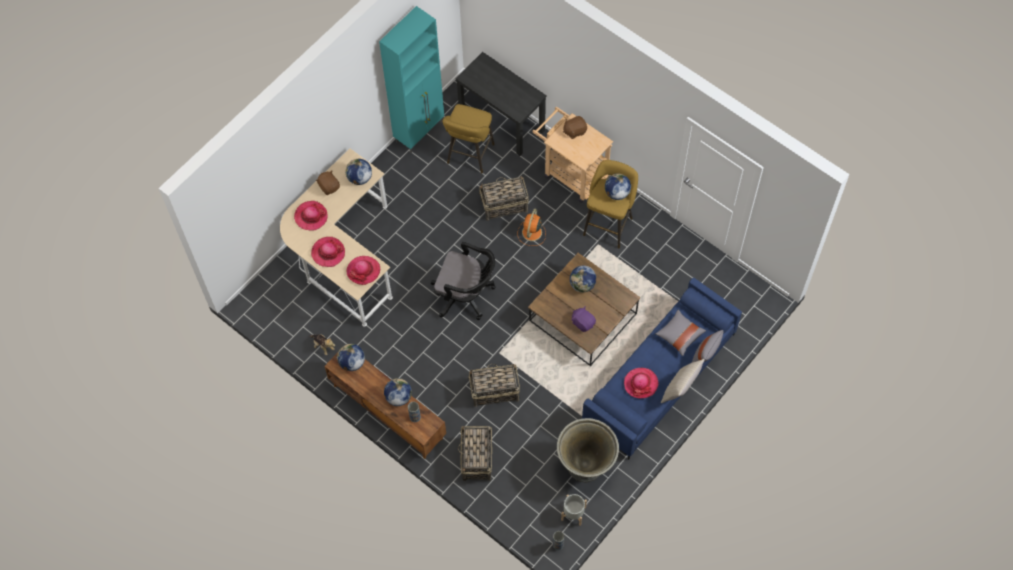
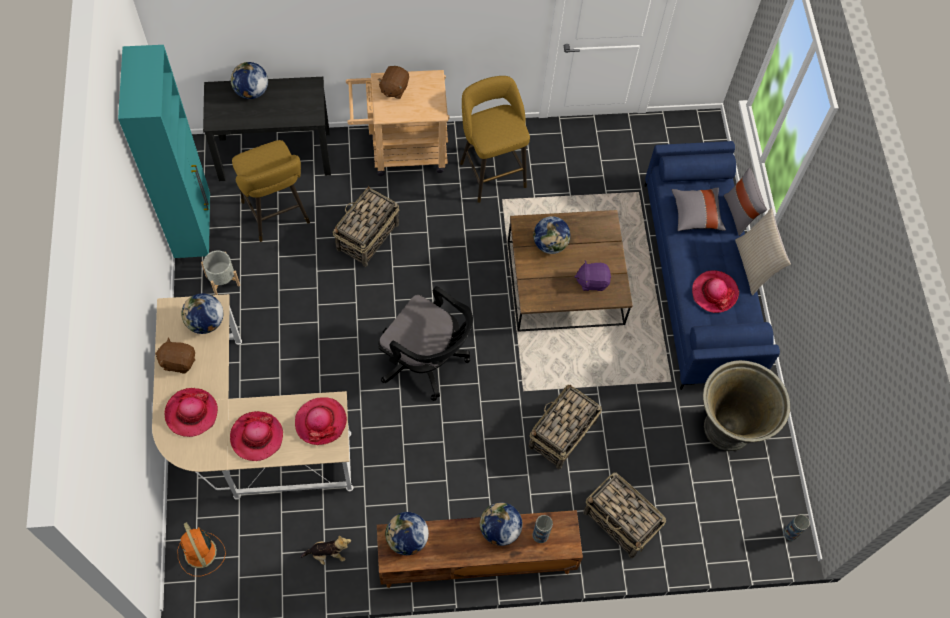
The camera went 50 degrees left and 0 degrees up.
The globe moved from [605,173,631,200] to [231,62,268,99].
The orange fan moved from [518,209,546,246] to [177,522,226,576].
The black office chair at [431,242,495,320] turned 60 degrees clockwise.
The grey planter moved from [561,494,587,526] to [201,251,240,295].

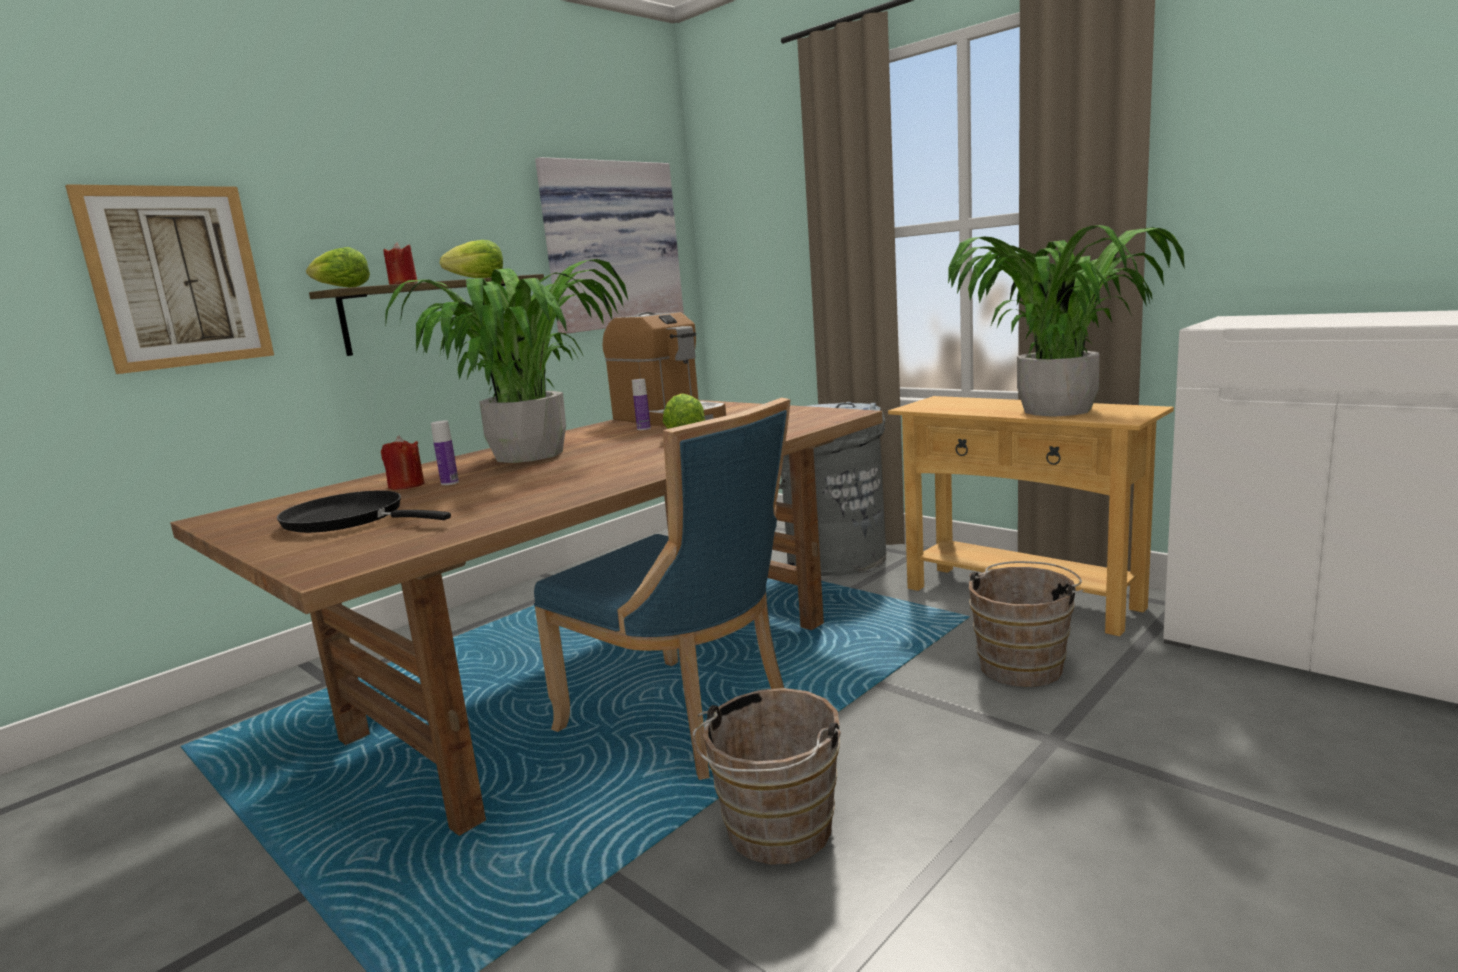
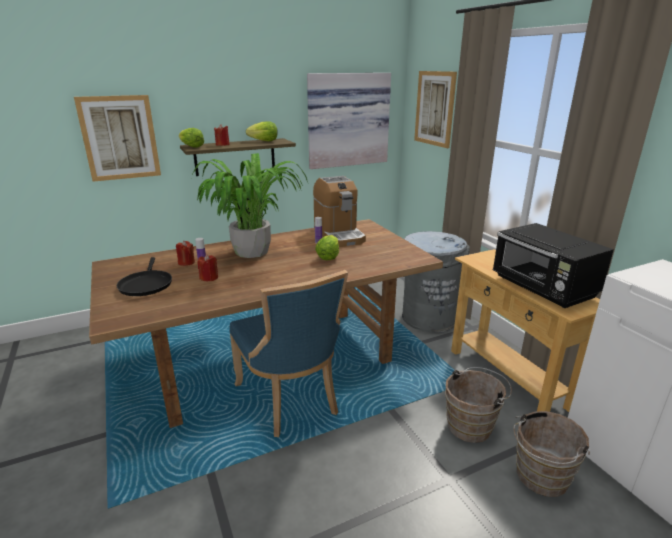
The camera went 20 degrees right and 10 degrees up.
The potted plant at [948,225,1185,417] was replaced by the black microwave at [493,223,614,308].
The black frying pan at [277,490,451,533] turned 150 degrees counterclockwise.
The brown bucket moved from [693,688,841,865] to [513,411,590,497].
The picture at [414,71,457,148] appeared.
The red candle at [198,254,218,281] appeared.

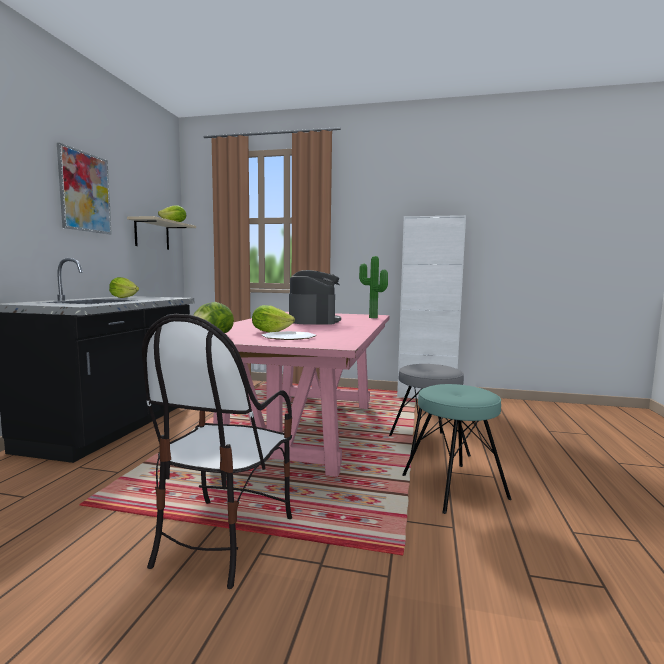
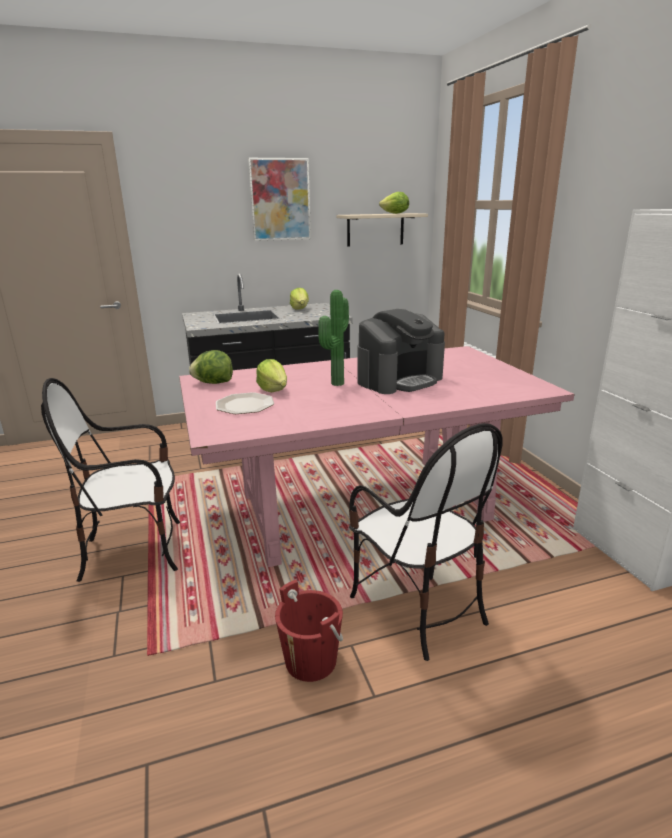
The camera went 60 degrees right and 15 degrees up.
The potted plant moved from [359,256,388,318] to [319,290,349,386].
The grey stool at [389,364,471,457] was replaced by the chair at [349,423,503,661].
The turquoise stool at [402,384,512,514] was replaced by the red bucket at [275,580,343,682].

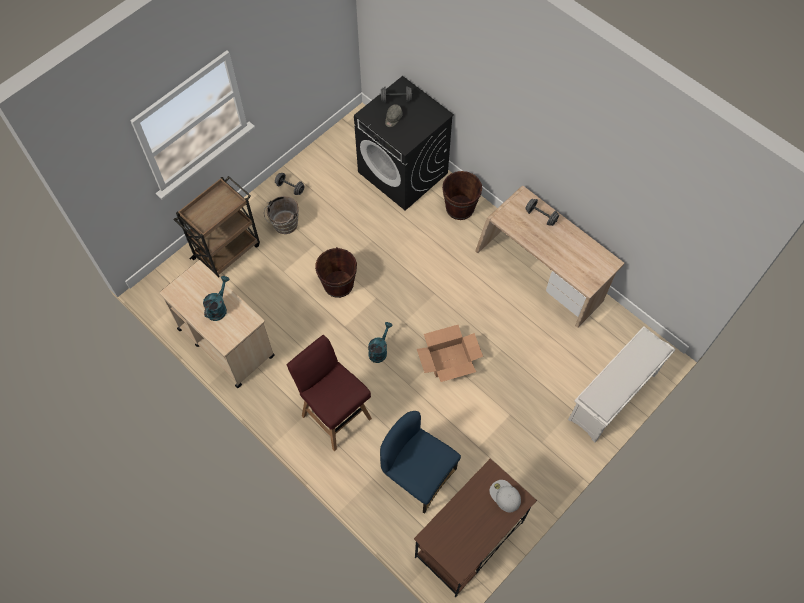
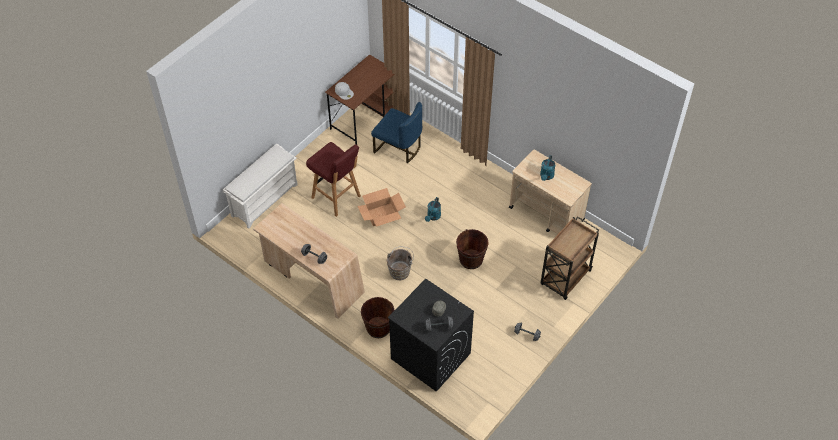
The camera went 175 degrees right and 10 degrees down.
The brown bucket moved from [264,196,299,234] to [387,246,414,280].
The red stool moved from [287,335,372,451] to [306,142,361,217].

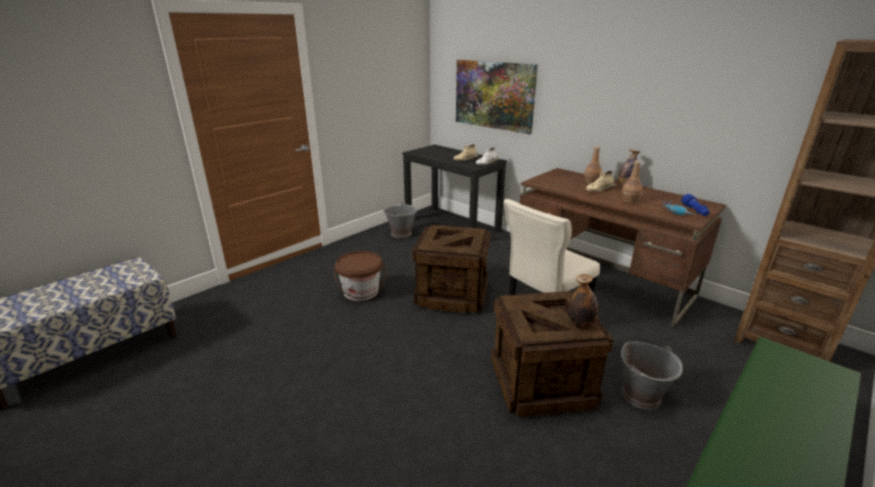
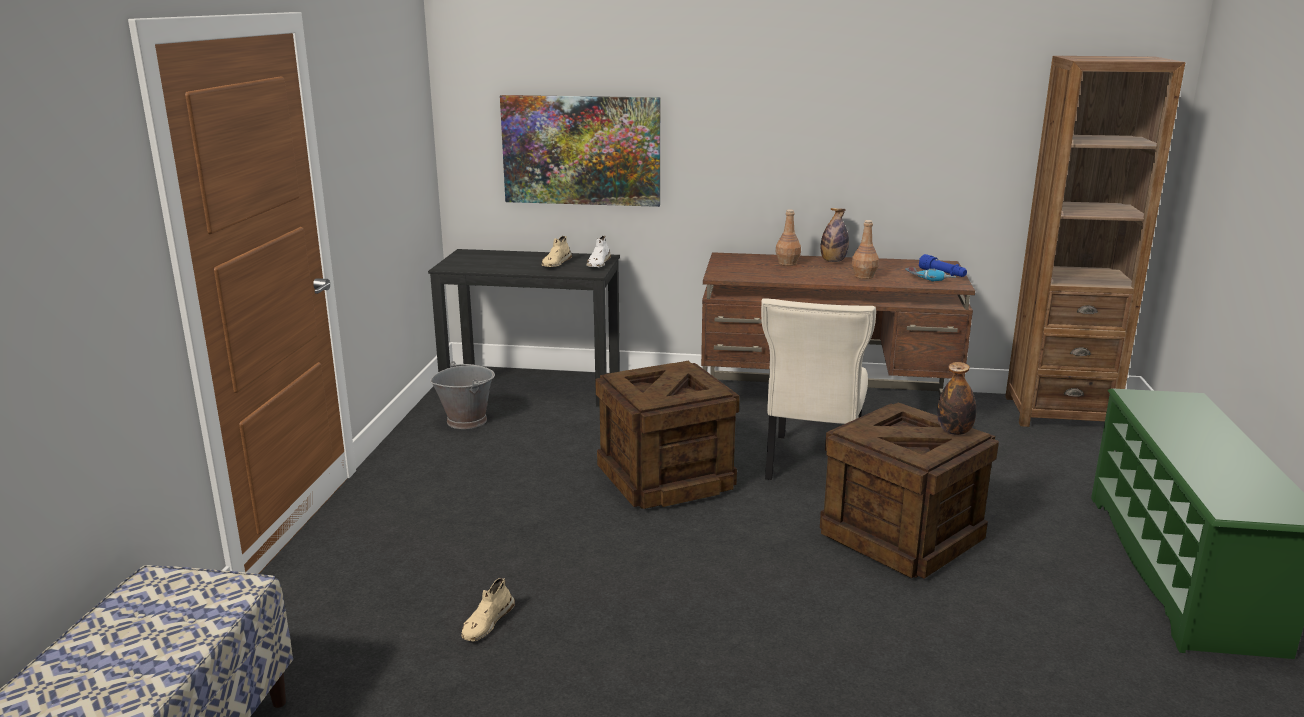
The camera went 35 degrees left and 5 degrees down.
The beige shoe moved from [586,171,615,192] to [461,578,515,642].
The brown bucket at [335,251,386,301] disappeared.
The grey bucket at [621,342,683,410] disappeared.

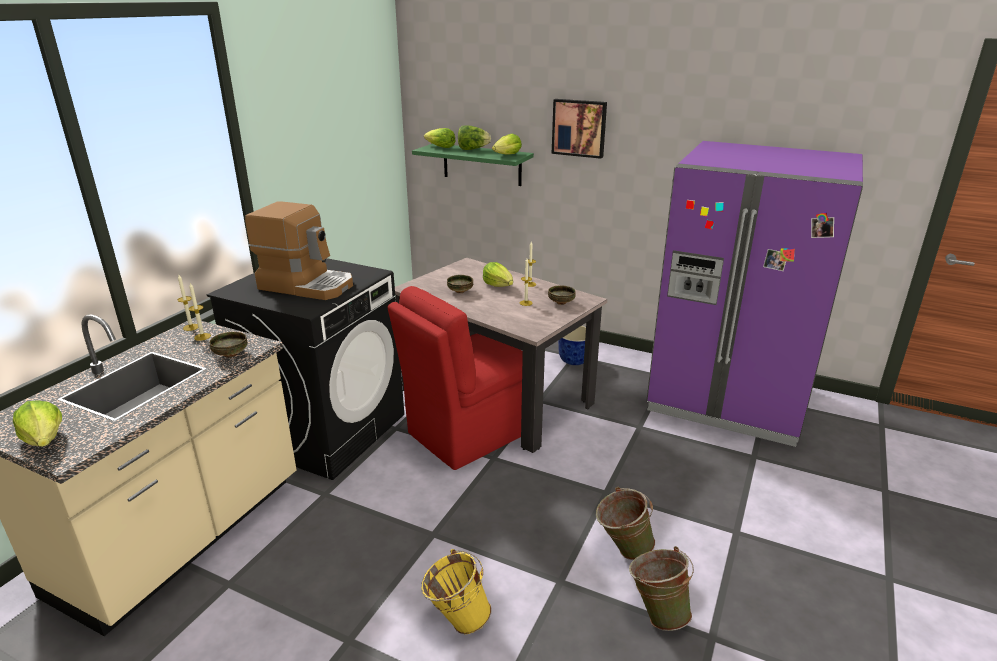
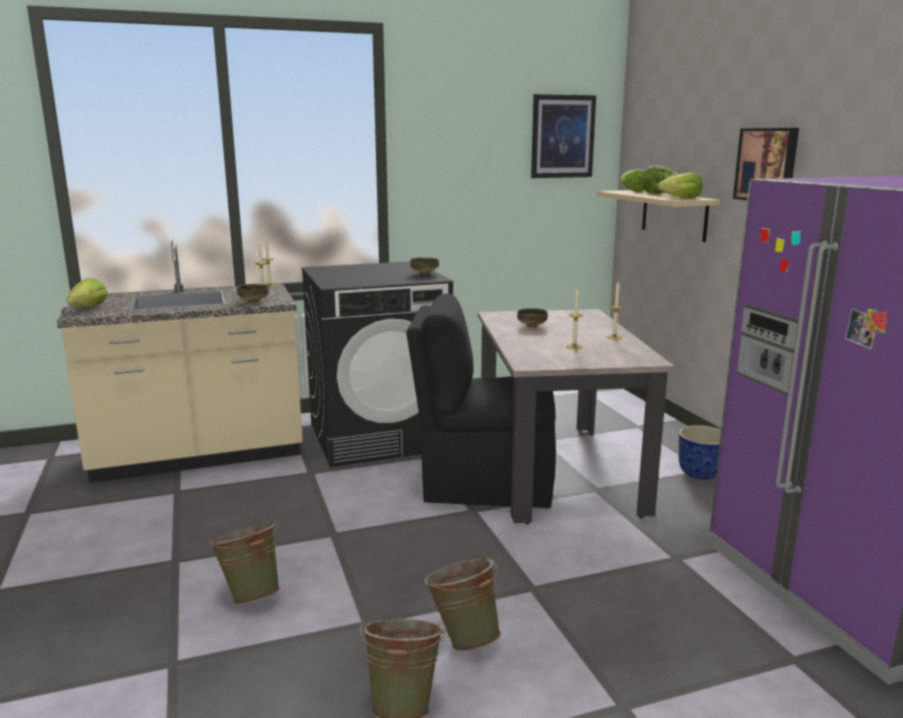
The camera went 45 degrees right and 10 degrees down.
The green shelf at [412,144,534,186] became the beige shelf at [597,190,720,242].
The coffee machine at [245,201,353,300] disappeared.
The lettuce at [483,262,513,287] disappeared.
The bowl moved from [548,285,576,305] to [410,257,439,275].
The red chair at [387,286,523,470] became the black chair at [406,294,556,508].
The yellow bucket at [421,549,491,634] became the green bucket at [208,518,280,604].
The picture at [531,94,596,178] appeared.

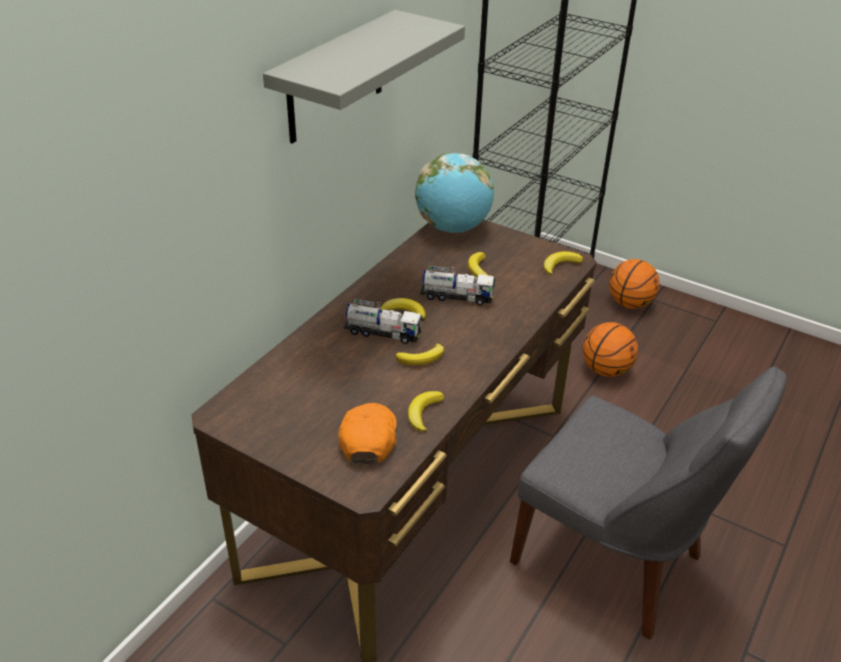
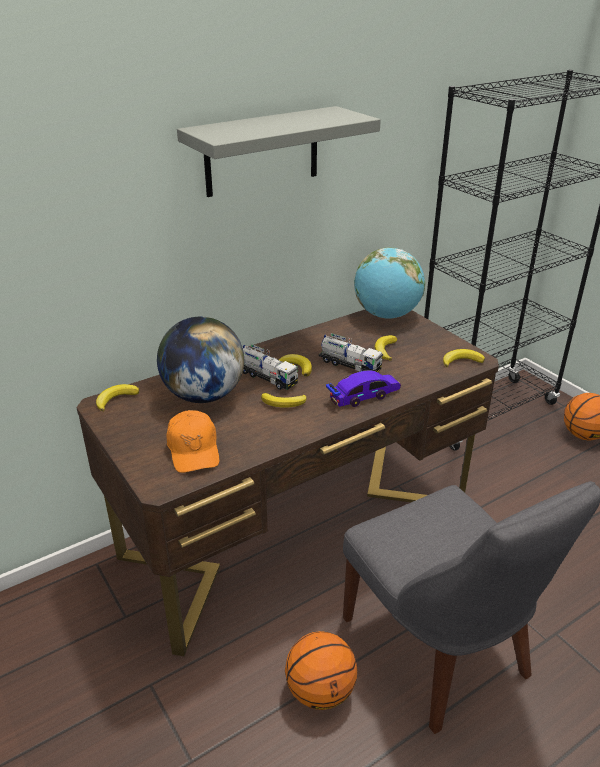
The camera went 25 degrees right and 5 degrees down.
The basketball moved from [583,322,638,377] to [285,631,357,710].
The banana moved from [408,391,444,433] to [96,384,139,412].
The orange cap at [338,403,397,464] turned 135 degrees clockwise.
The globe at [157,317,244,403] appeared.
The toy car at [326,370,401,407] appeared.

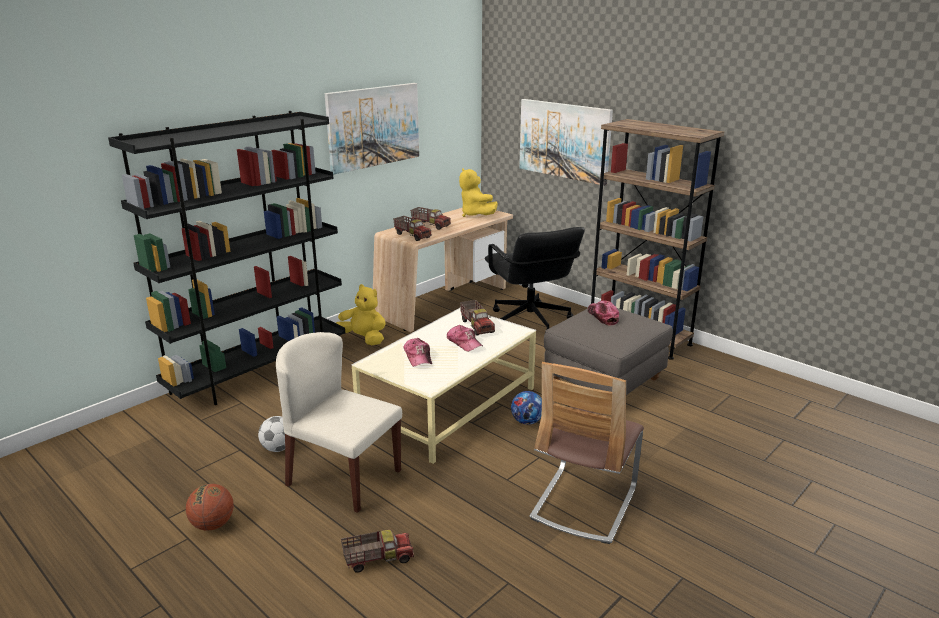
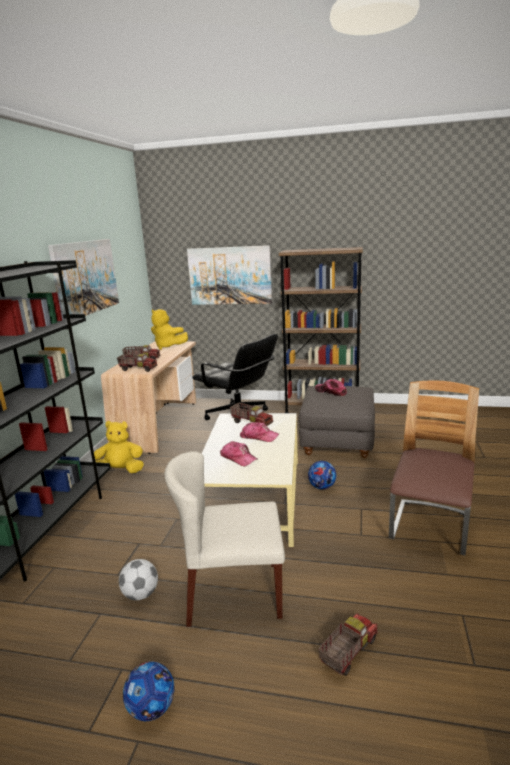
The camera went 30 degrees left and 5 degrees down.
The chair at [529,362,644,544] turned 150 degrees counterclockwise.
The basketball at [186,484,234,531] was replaced by the football at [123,661,175,721].

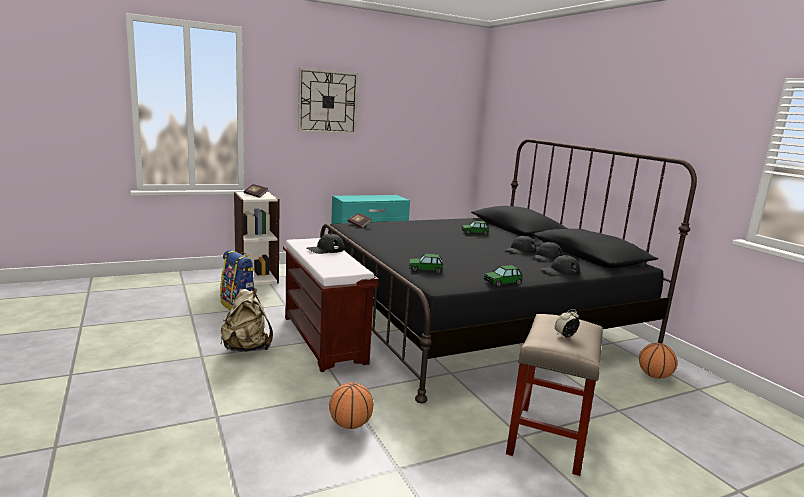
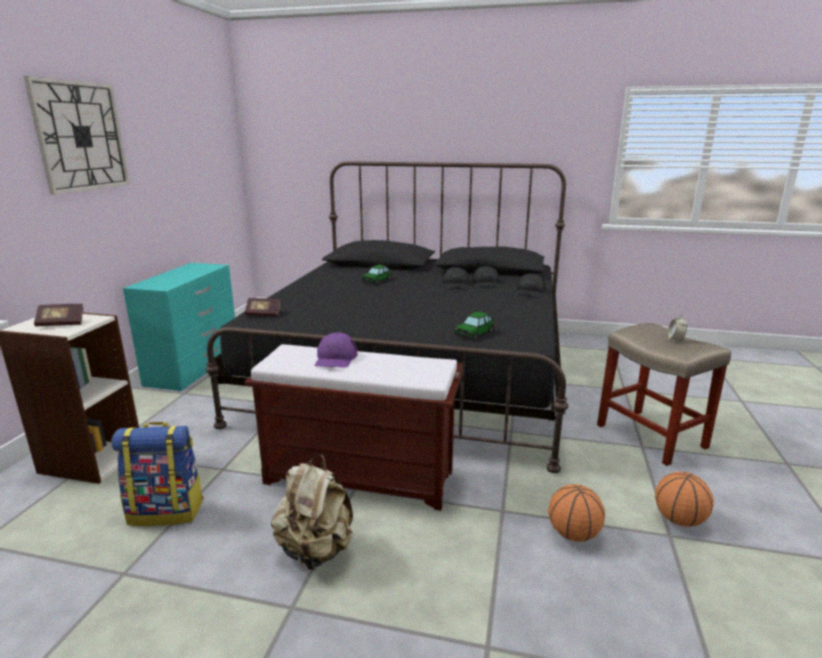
The camera went 50 degrees left and 5 degrees up.
The black cap at [307,234,344,254] became the purple cap at [315,333,357,367].
The toy car at [484,265,523,287] disappeared.
The basketball moved from [639,343,678,379] to [655,472,714,527].

